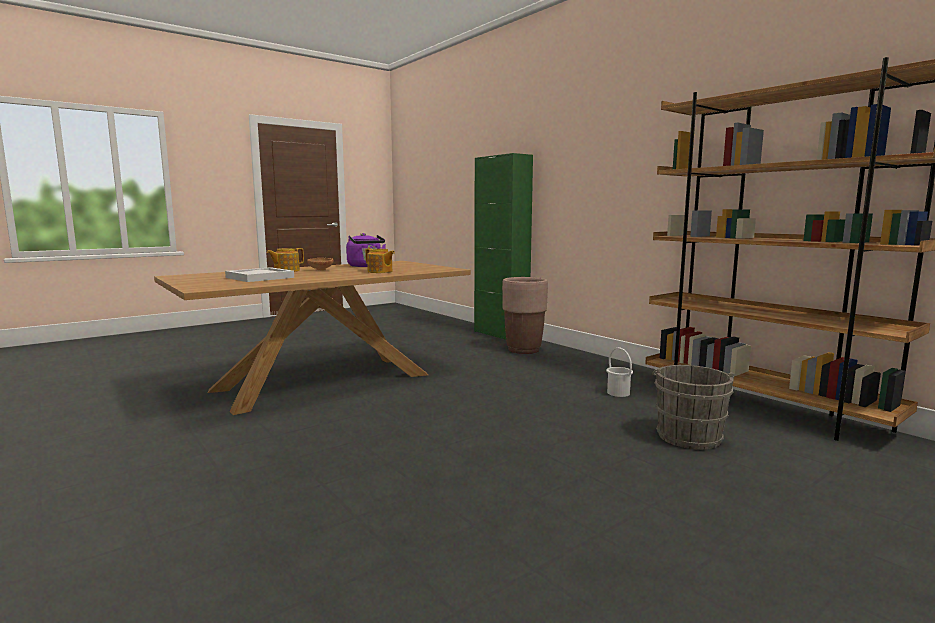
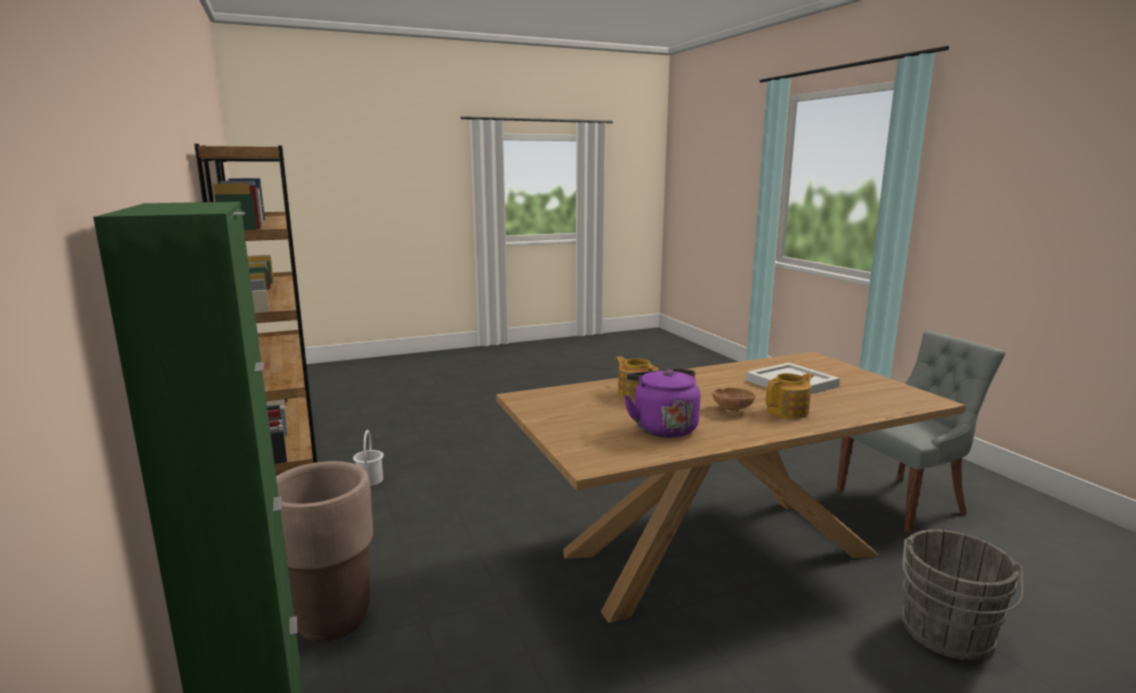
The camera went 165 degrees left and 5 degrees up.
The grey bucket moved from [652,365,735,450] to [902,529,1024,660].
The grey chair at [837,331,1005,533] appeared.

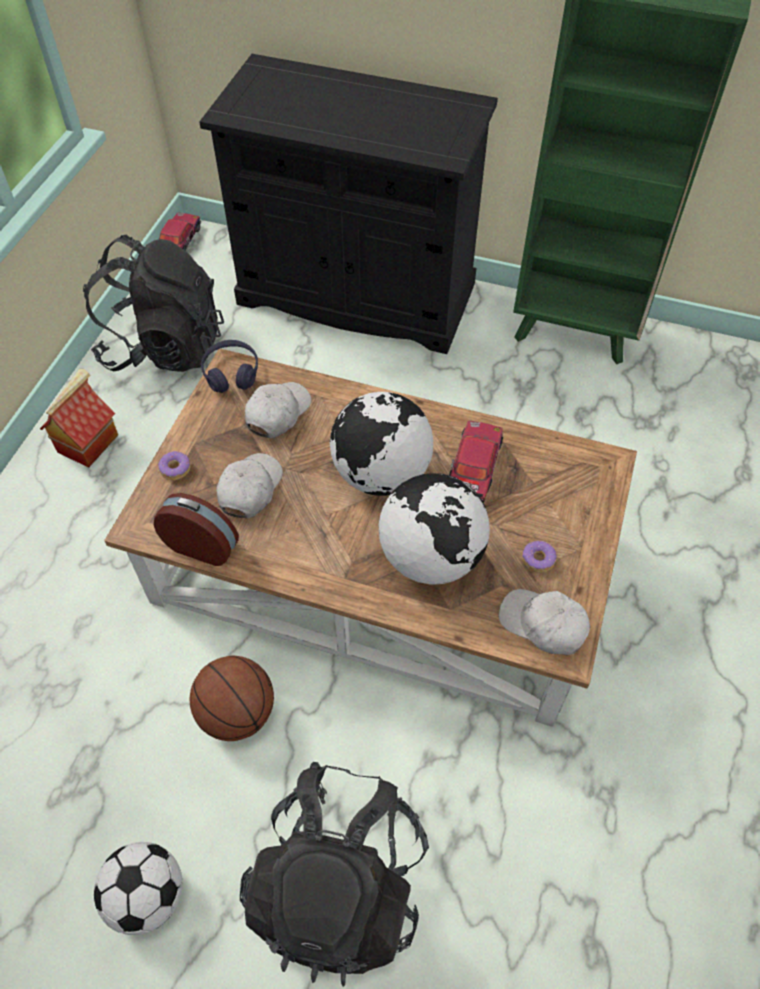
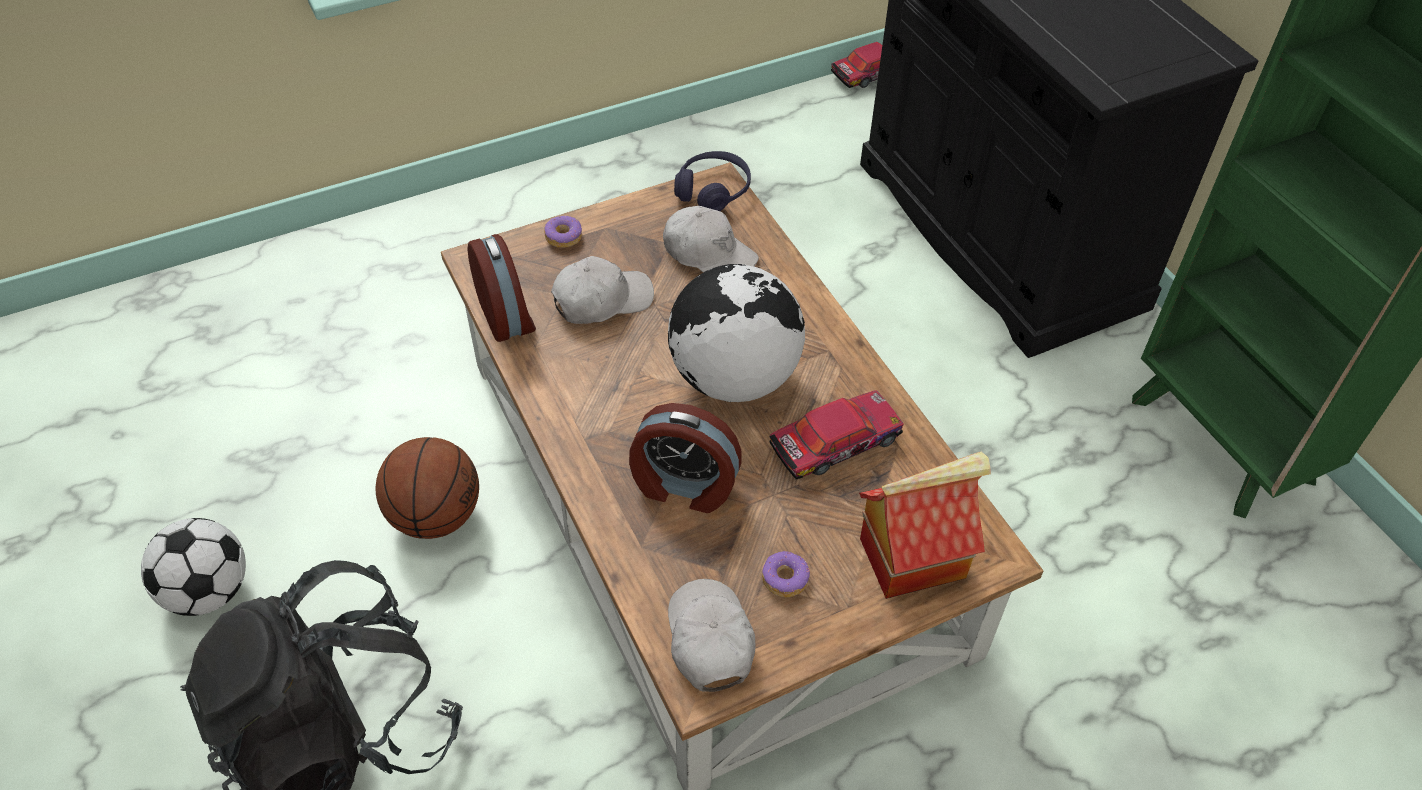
The camera went 45 degrees right and 5 degrees down.
The black backpack at [83,235,224,372] disappeared.
The toy house moved from [40,369,118,467] to [859,452,991,599].
The white cap at [245,382,311,438] turned 45 degrees clockwise.
The globe at [379,473,490,585] was replaced by the alarm clock at [629,403,742,513].

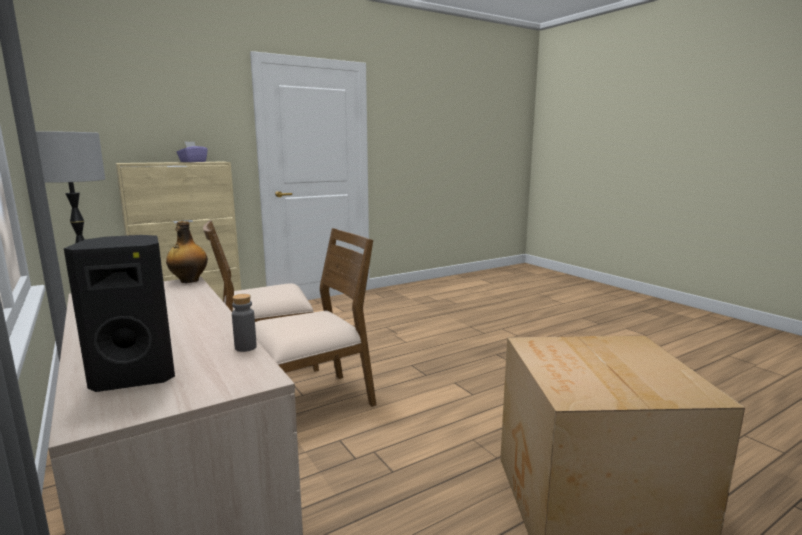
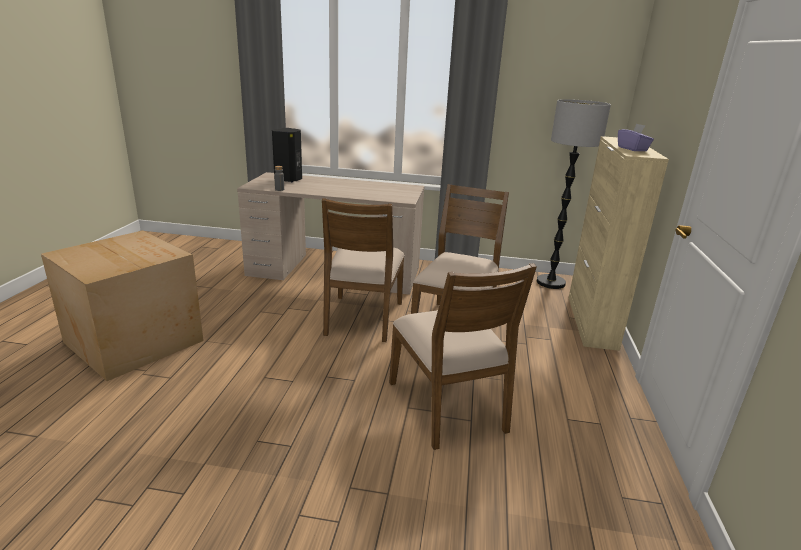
The camera went 130 degrees right and 10 degrees up.
The bottle at [166,221,208,283] disappeared.
The brown chair at [389,263,537,450] appeared.

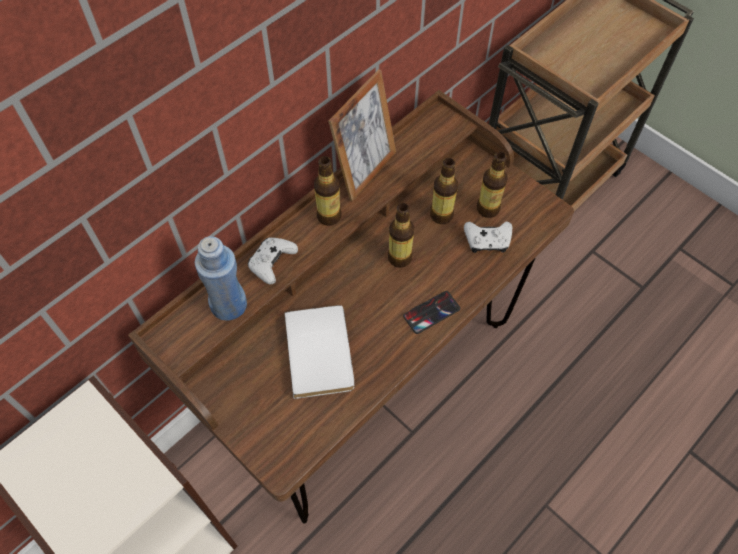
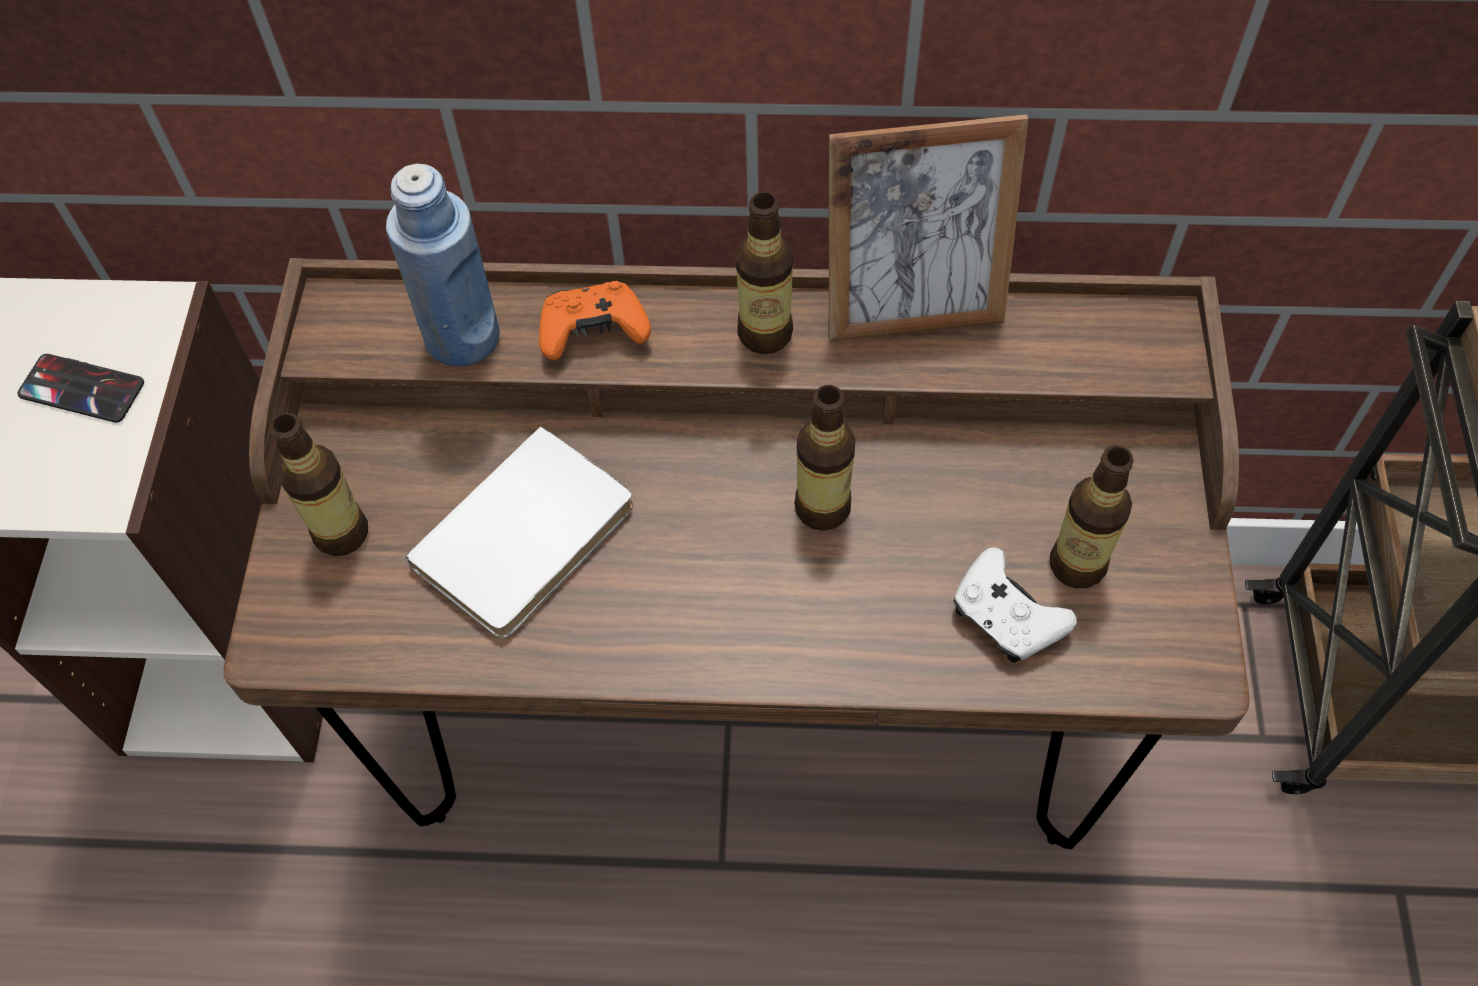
The camera went 50 degrees right and 0 degrees up.
The bottle moved from [430,158,458,224] to [270,413,368,556].
The white game controller at [248,238,298,284] became the orange game controller at [539,281,651,361].
The phone moved from [403,291,460,334] to [18,354,144,423].

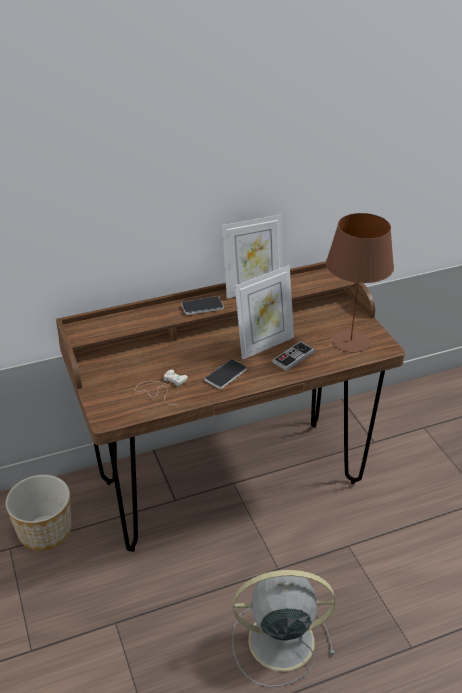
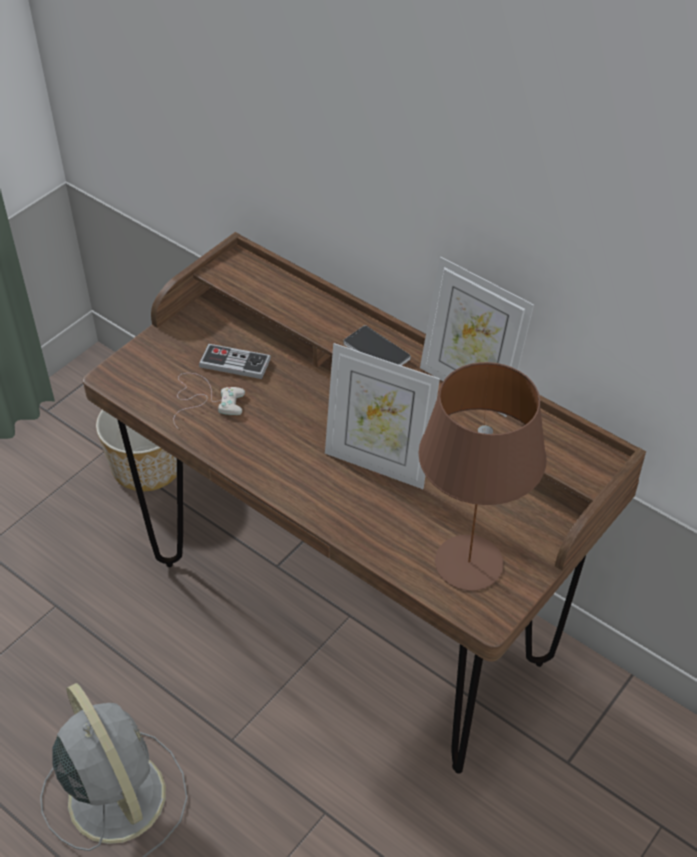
The camera went 60 degrees right and 10 degrees up.
The game controller moved from [272,341,315,371] to [199,344,271,379].
The phone at [205,359,247,389] disappeared.

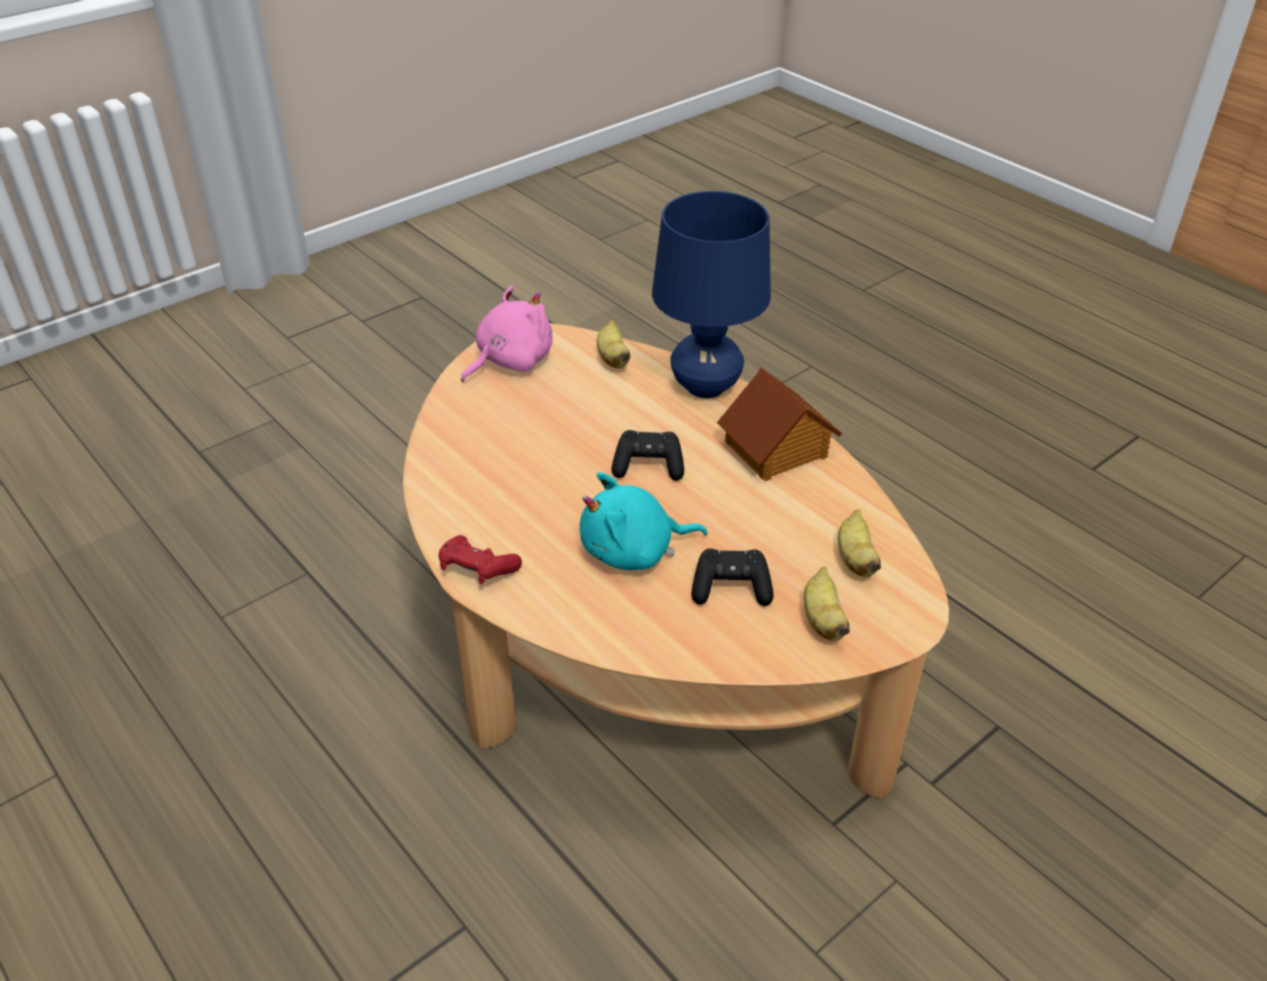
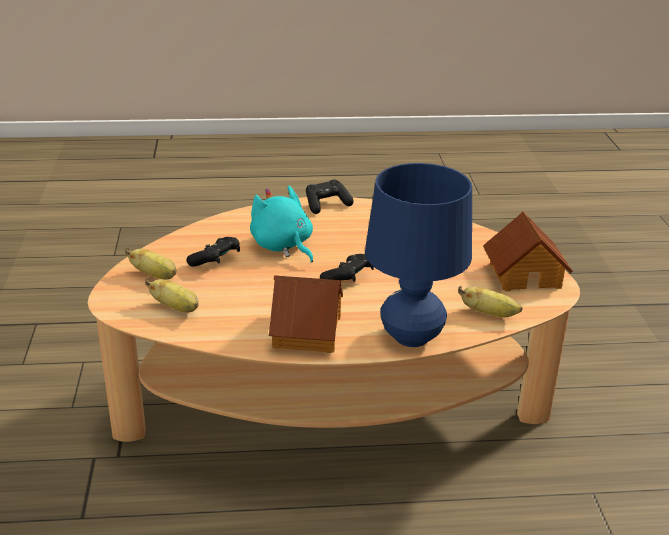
The camera went 125 degrees right and 10 degrees down.
The pink plush toy at [461,285,553,382] was replaced by the toy house at [483,211,573,291].
The turquoise plush toy at [580,472,708,570] turned 60 degrees counterclockwise.
The red game controller at [439,535,522,584] became the black game controller at [306,179,354,214].

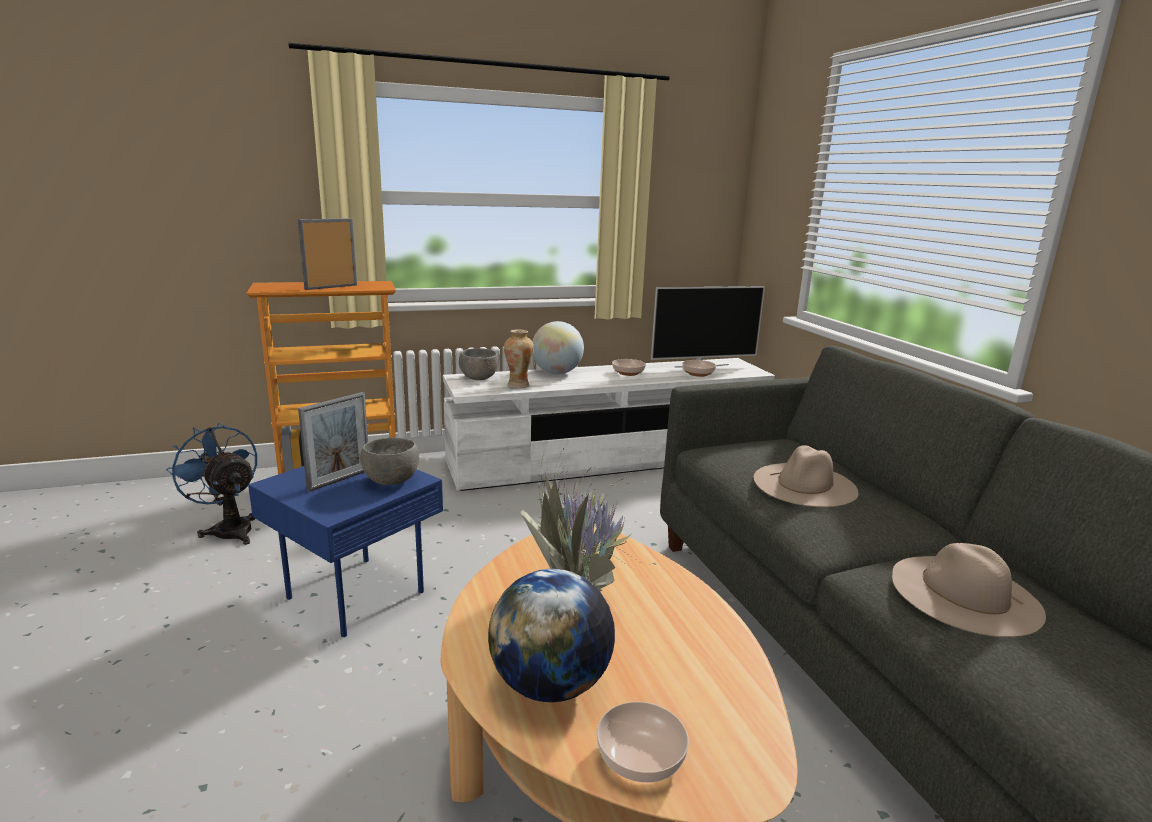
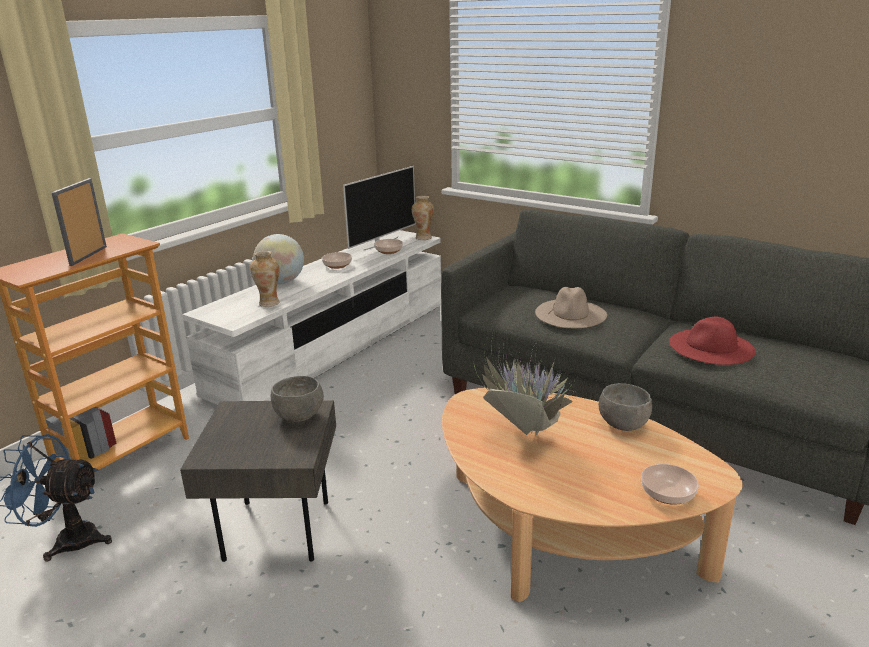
The camera went 35 degrees left and 5 degrees up.
The grey bowl moved from [459,348,498,380] to [599,383,652,431].
The picture frame at [298,392,368,492] disappeared.
The blue side table at [248,466,443,637] became the grey side table at [180,400,336,562].
The beige hat at [892,543,1046,637] became the red hat at [669,316,755,365].
The globe at [488,569,615,702] disappeared.
The vase at [412,196,434,240] appeared.

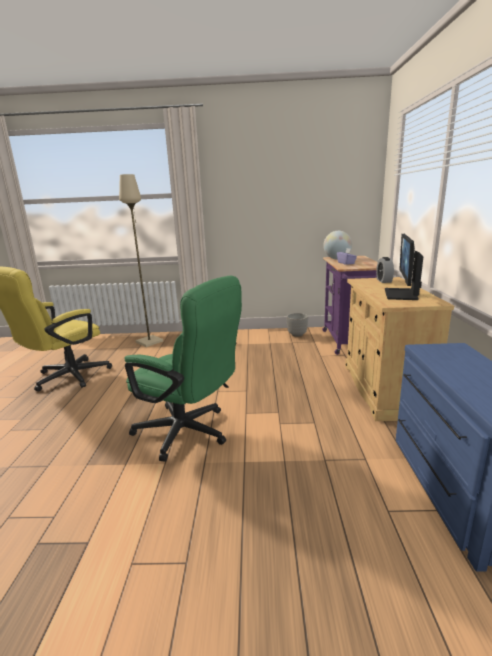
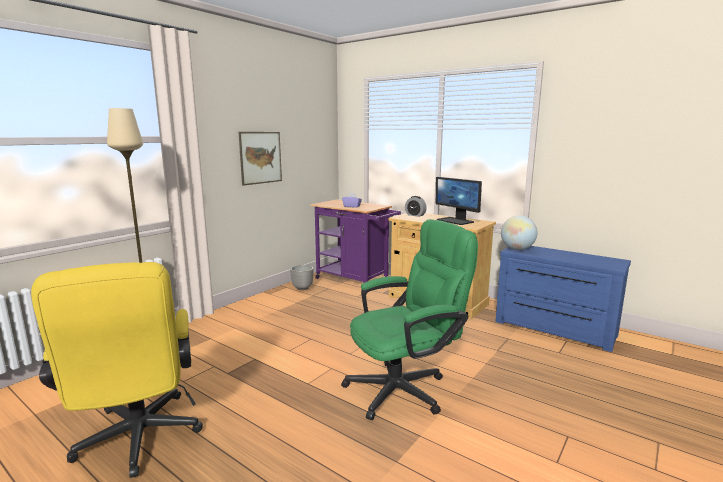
The camera went 55 degrees left and 5 degrees down.
The globe moved from [323,231,352,259] to [501,215,538,250].
The picture at [239,132,282,186] appeared.

